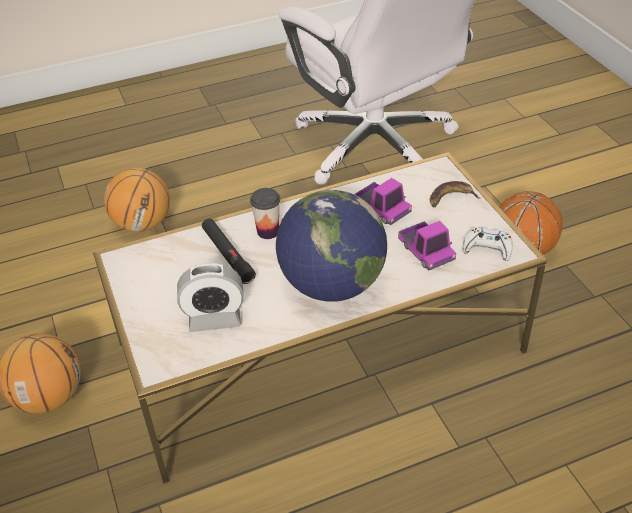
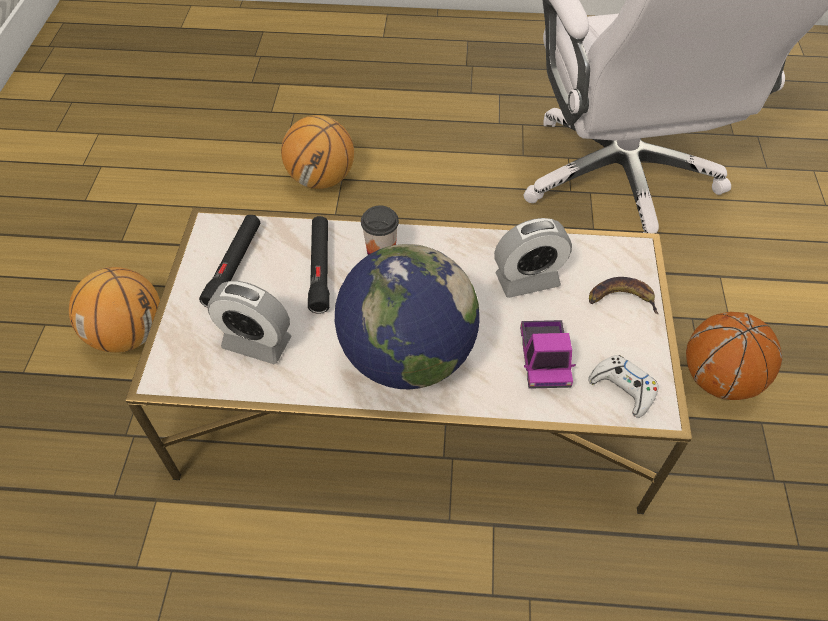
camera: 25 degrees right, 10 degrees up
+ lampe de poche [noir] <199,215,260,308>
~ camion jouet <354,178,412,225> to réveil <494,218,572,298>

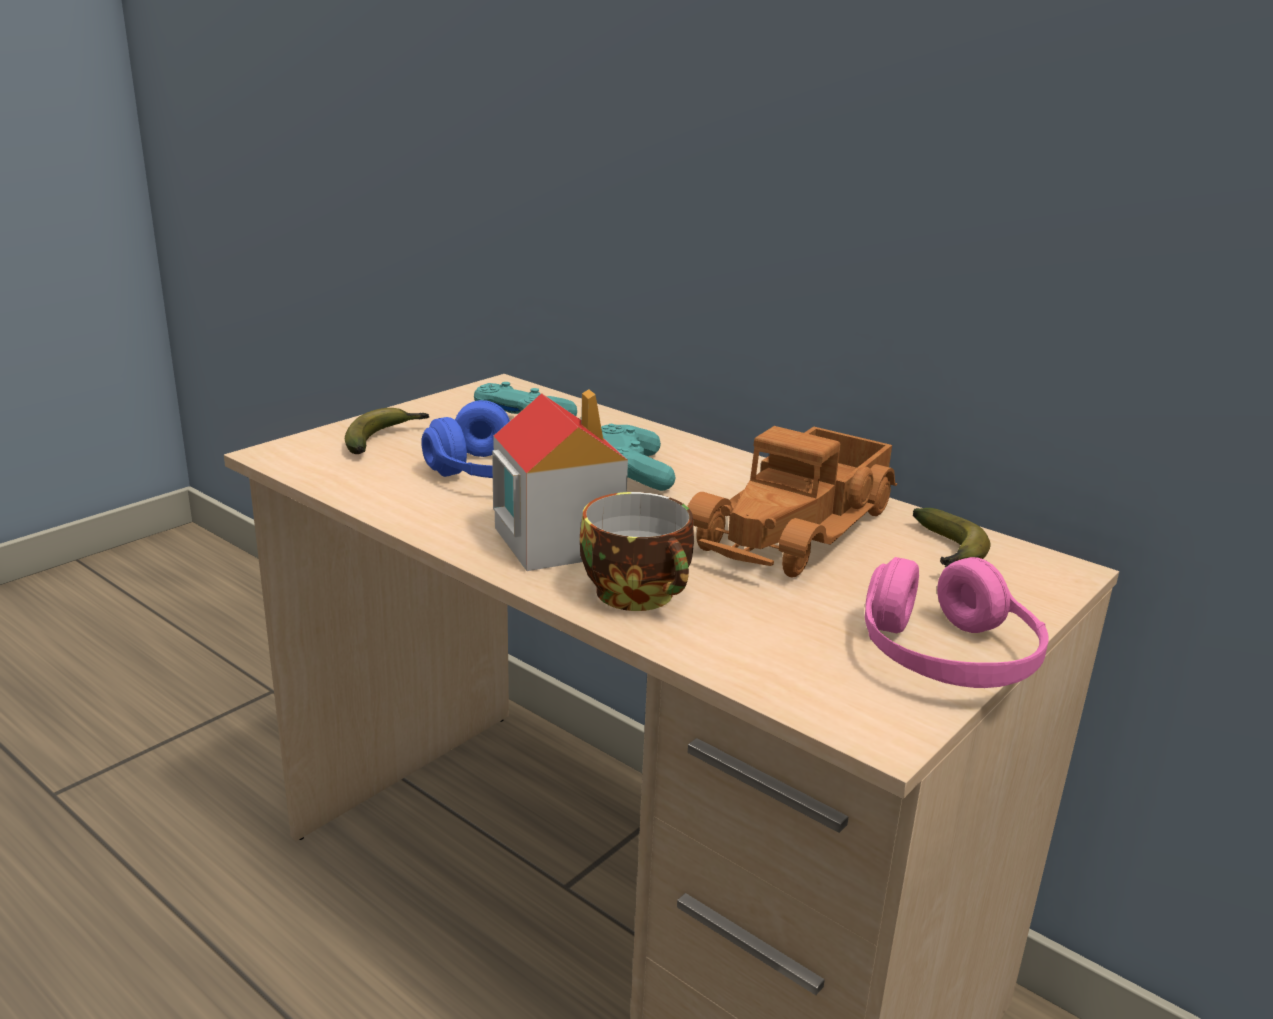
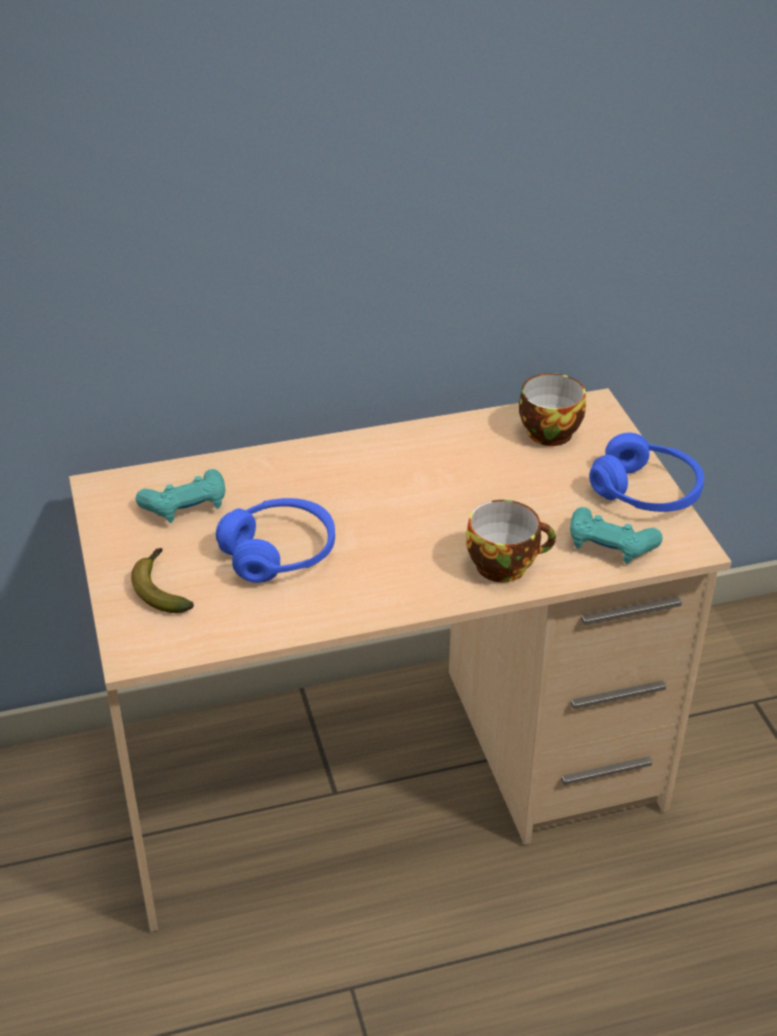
camera: 55 degrees left, 15 degrees up
~ banane <913,508,990,567> to tasse <519,373,586,446>
~ manette [turquoise] <601,424,675,491> to <570,507,663,564>
~ casque audio [rose] <865,557,1049,688> to casque audio [bleu] <589,433,704,512>
- maison miniature <492,389,628,571>
- camion jouet <687,426,897,577>

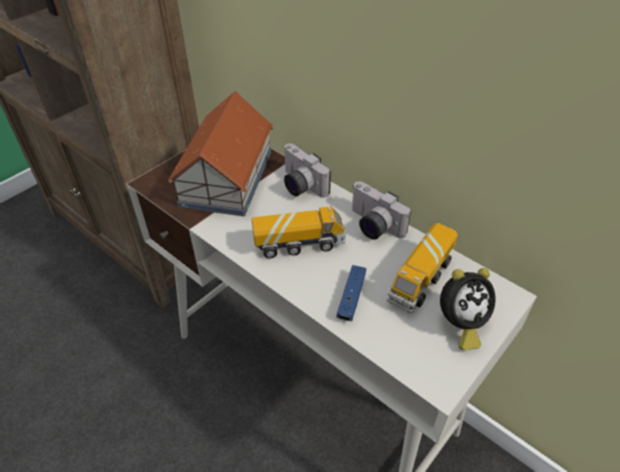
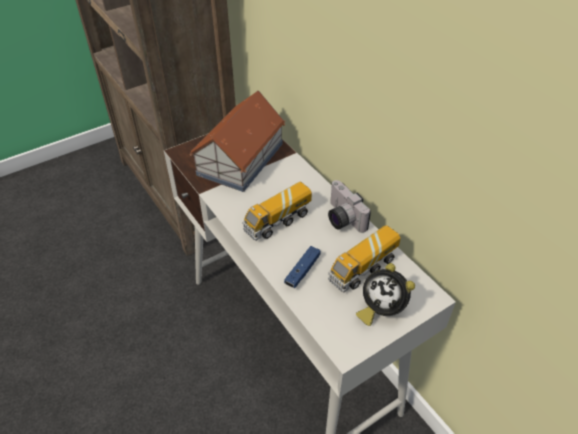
camera: 15 degrees right, 0 degrees up
~ camion jouet <252,206,346,259> = <243,182,312,241> 135 degrees clockwise
~ réveil <440,268,496,350> = <356,263,415,326> 45 degrees clockwise
- appareil photo <284,143,331,198>

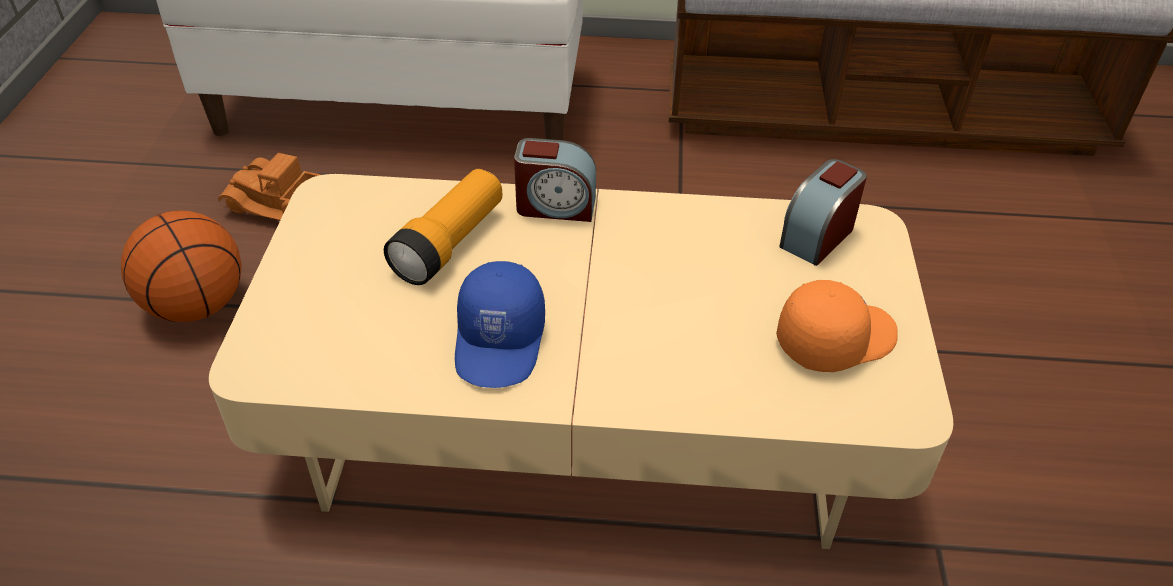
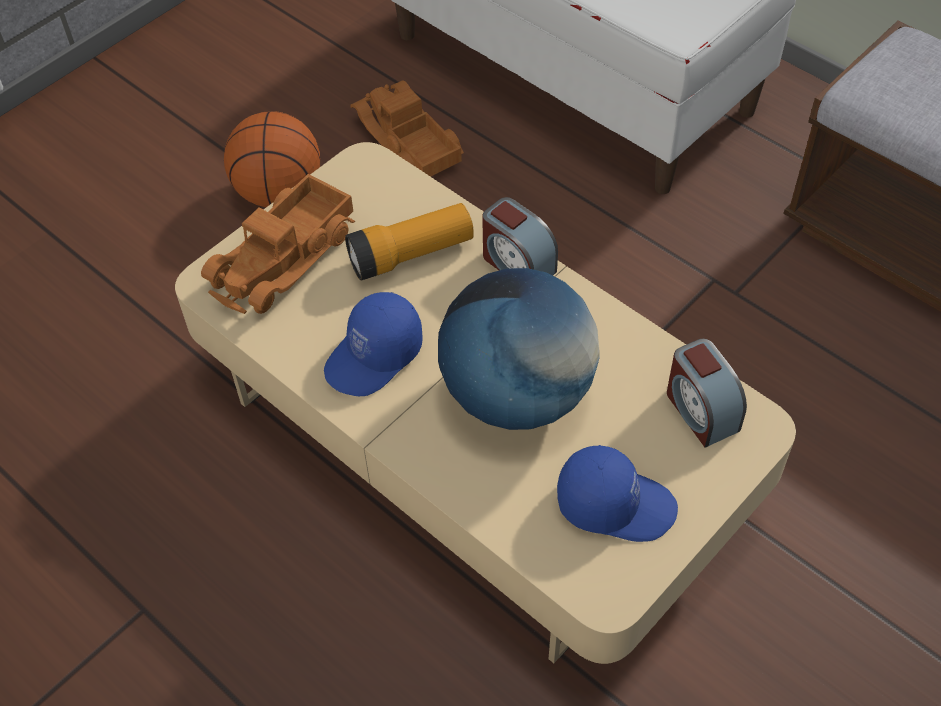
camera: 40 degrees right, 10 degrees up
+ camion jouet <201,174,355,314>
+ globe <438,268,600,430>
~ casquette [orange] <776,280,898,372> to casquette [bleu] <557,445,678,542>
~ réveil <779,159,867,266> = <667,339,747,448> 105 degrees counterclockwise

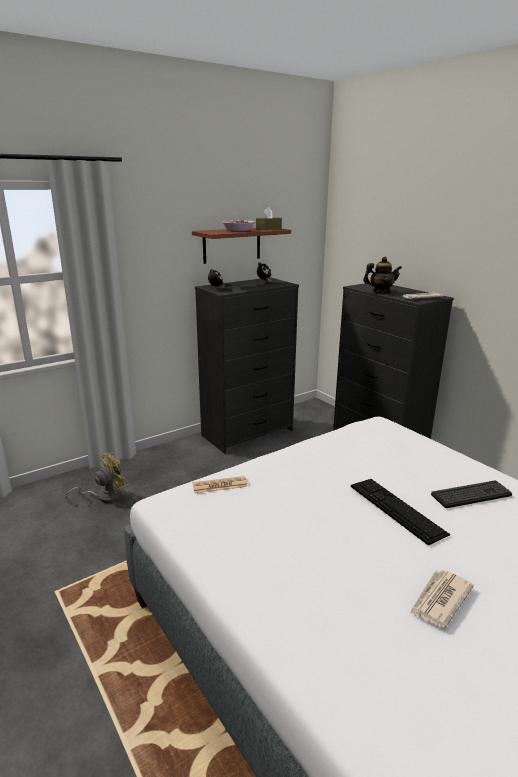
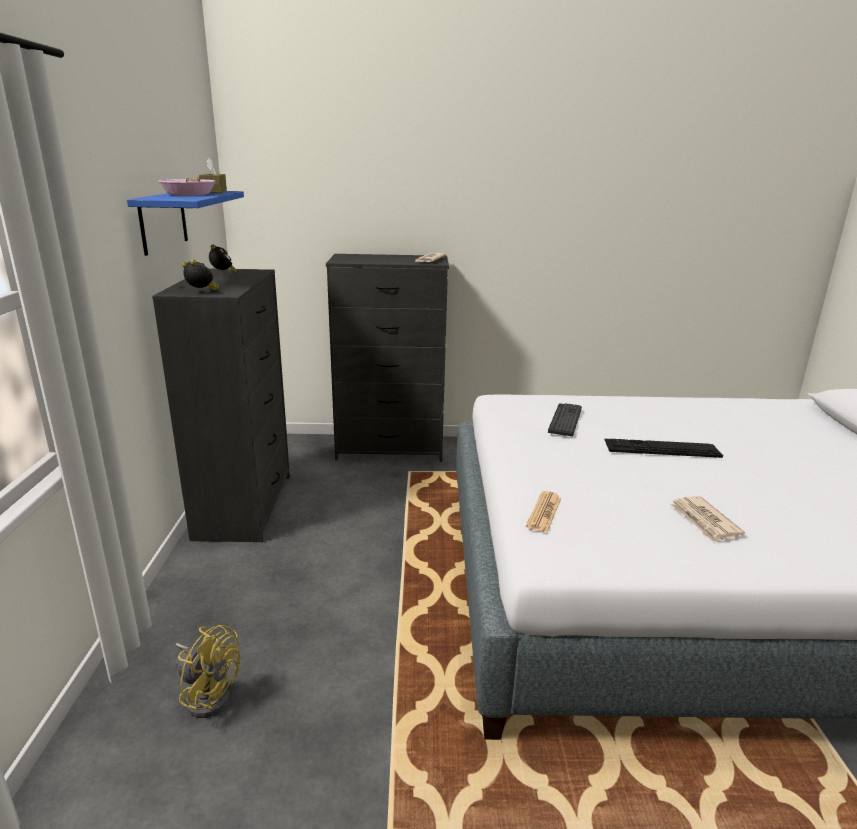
camera: 55 degrees left, 0 degrees up
~ étagère [marron] <192,228,291,264> to étagère [bleu] <127,191,244,256>
~ ventilateur [jaune] <66,452,129,503> = <176,625,240,718> 120 degrees clockwise
~ clavier <431,481,512,508> to <548,403,582,436>
~ journal <409,570,474,628> to <670,496,745,544>
- théière <363,257,402,293>

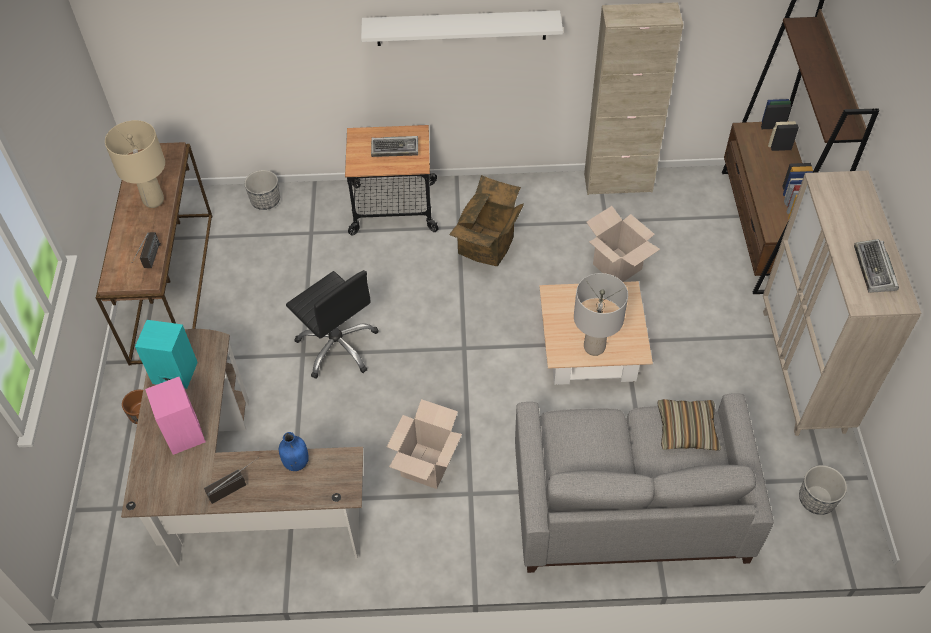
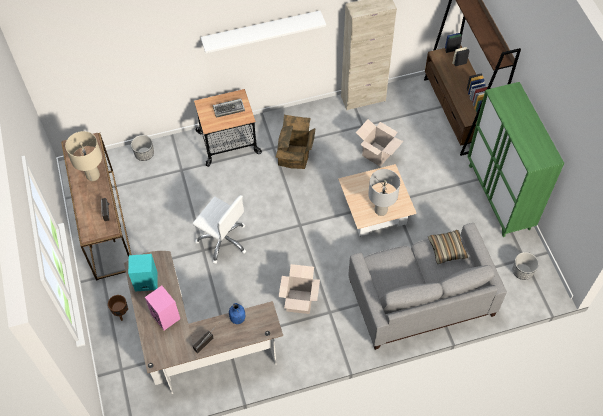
camera: 15 degrees left, 5 degrees up
~ chaise de bureau [noir] <286,270,379,379> to chaise de bureau [blanc] <192,195,246,264>
~ meuble de rangement [beige] <763,171,921,436> to meuble de rangement [vert] <468,82,564,237>
- clavier <854,239,899,293>

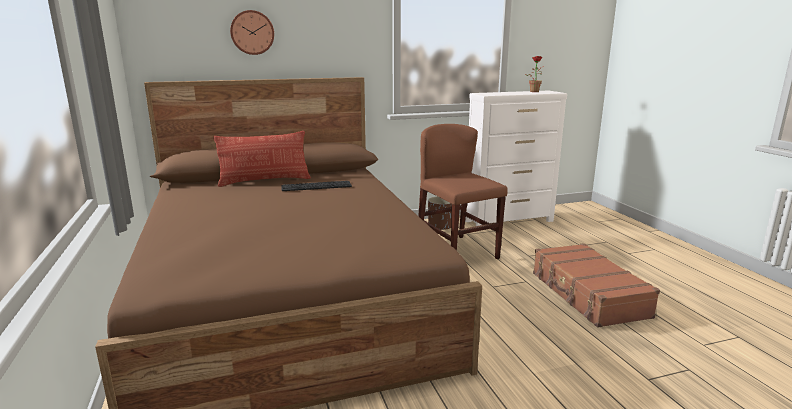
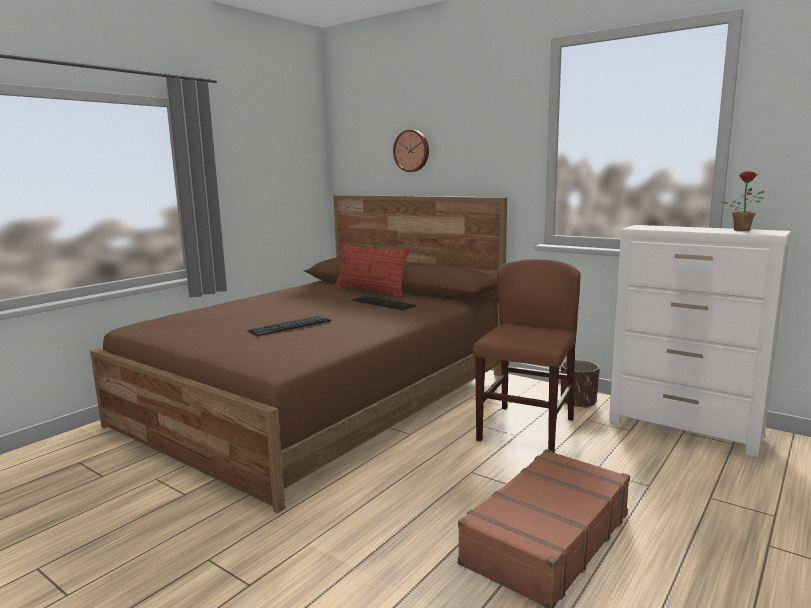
camera: 55 degrees right, 5 degrees down
+ clavier <248,316,331,336>

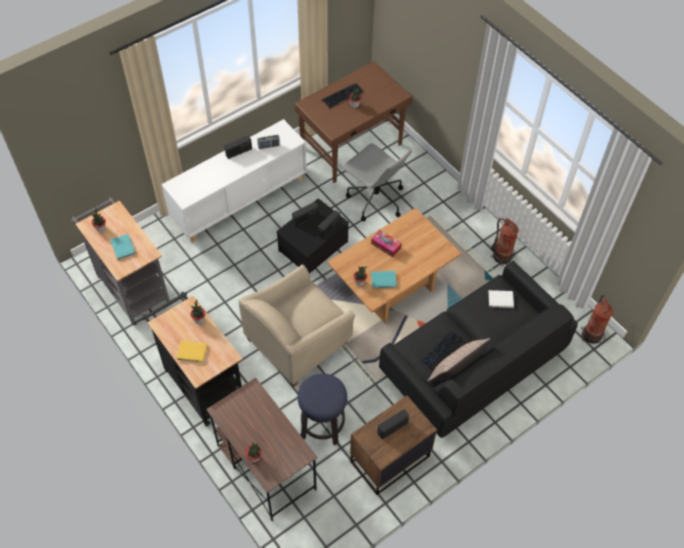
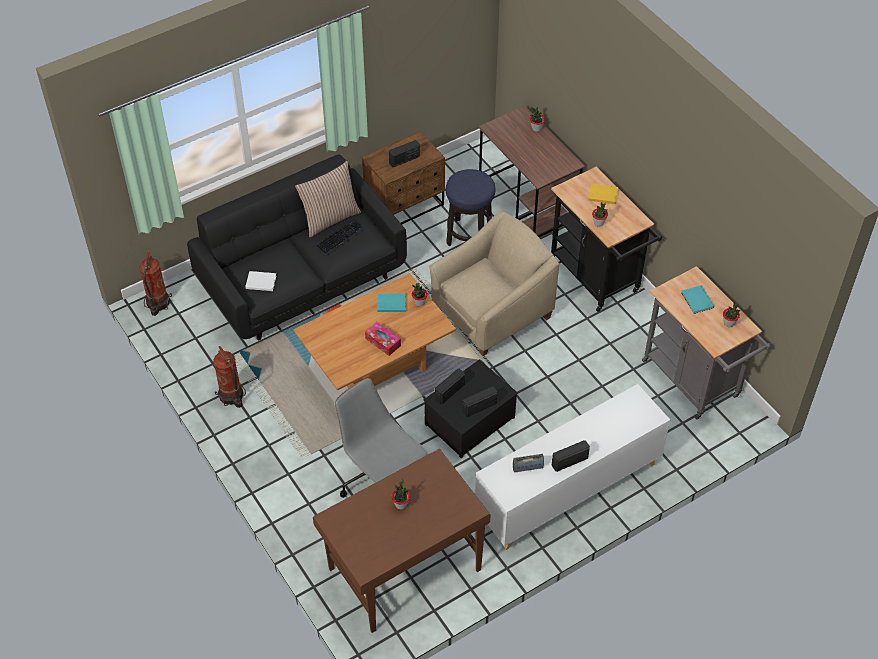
camera: 175 degrees left, 5 degrees down
- clavier <322,83,364,109>

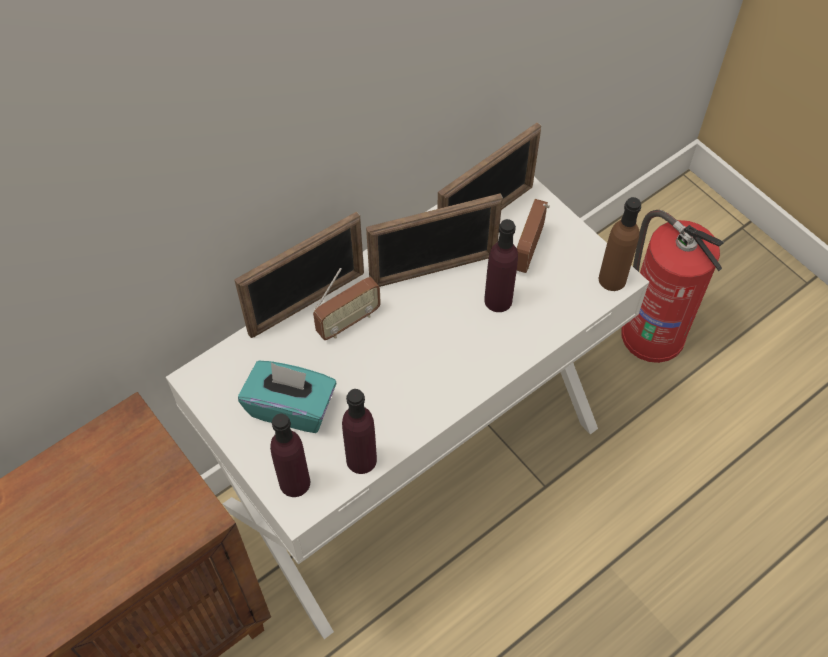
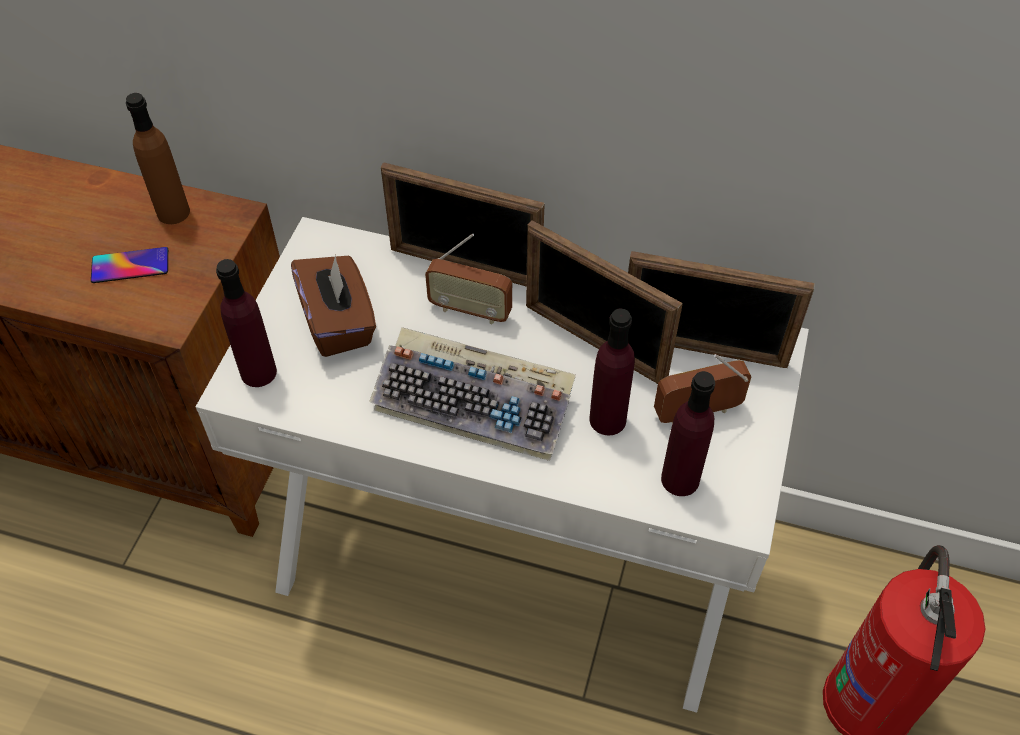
camera: 55 degrees right, 5 degrees down
+ téléphone <91,247,168,283>
~ bouteille [marron] <599,197,641,291> to <126,93,190,224>
~ boîte à mouchoirs [turquoise] <238,361,337,433> to boîte à mouchoirs [marron] <291,255,376,357>
+ clavier <369,327,576,461>
~ bouteille [violet] <342,389,377,474> to <661,371,715,496>

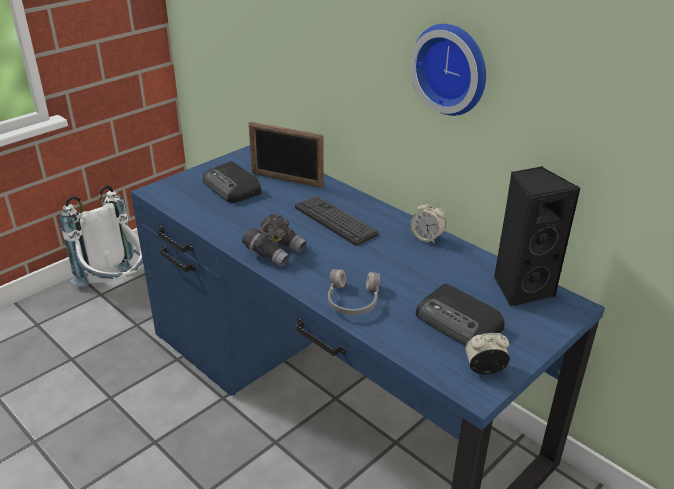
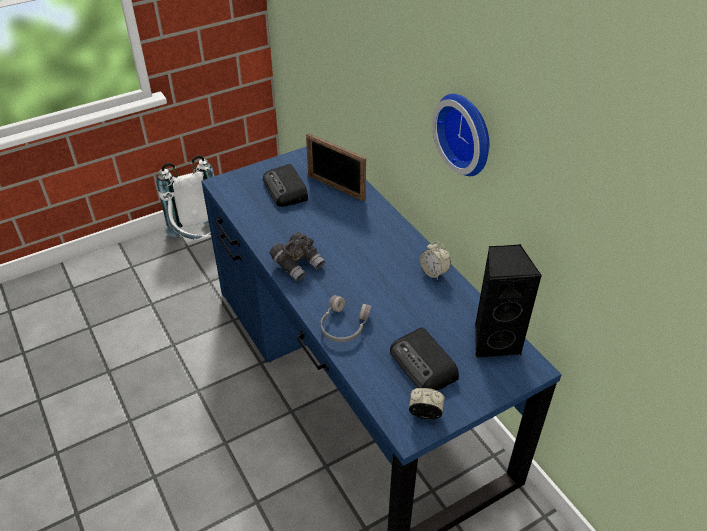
camera: 15 degrees right, 10 degrees up
- clavier <295,195,379,246>

